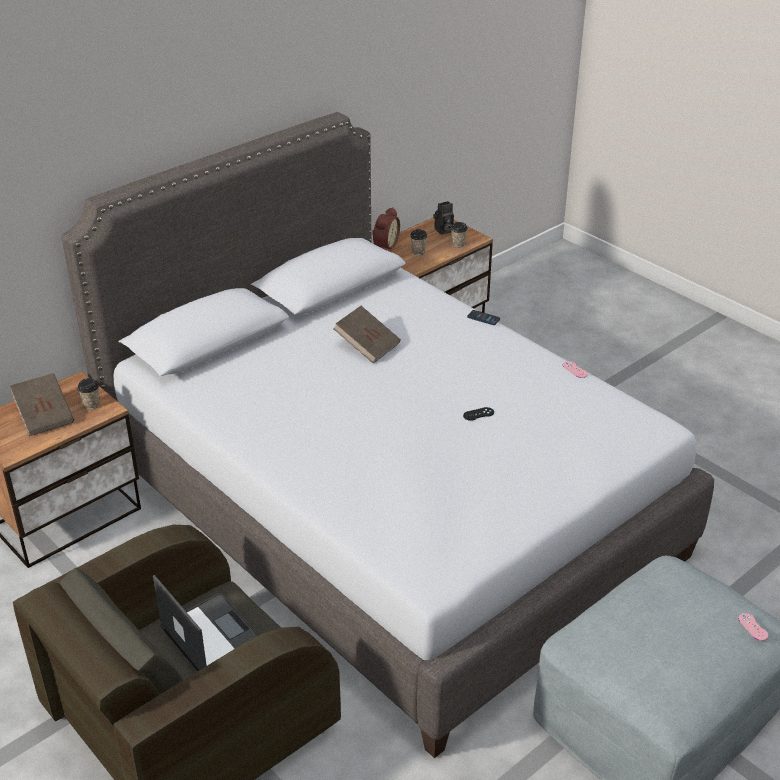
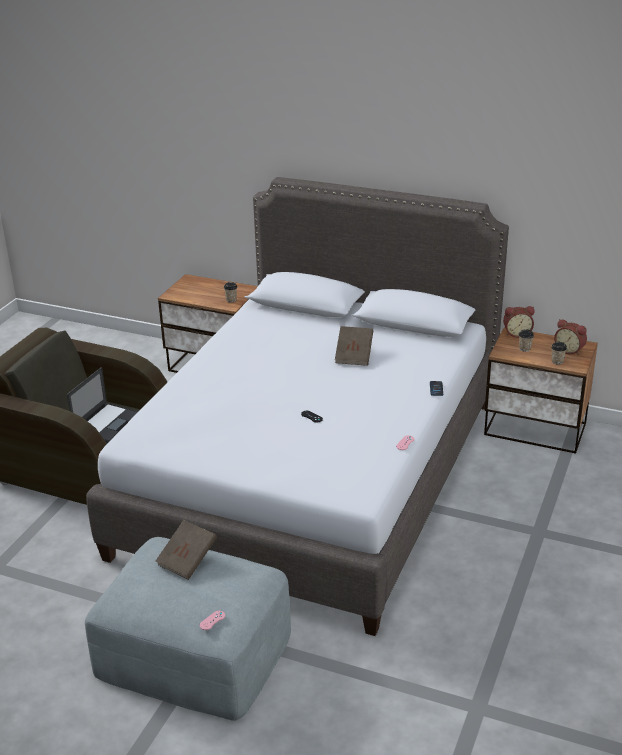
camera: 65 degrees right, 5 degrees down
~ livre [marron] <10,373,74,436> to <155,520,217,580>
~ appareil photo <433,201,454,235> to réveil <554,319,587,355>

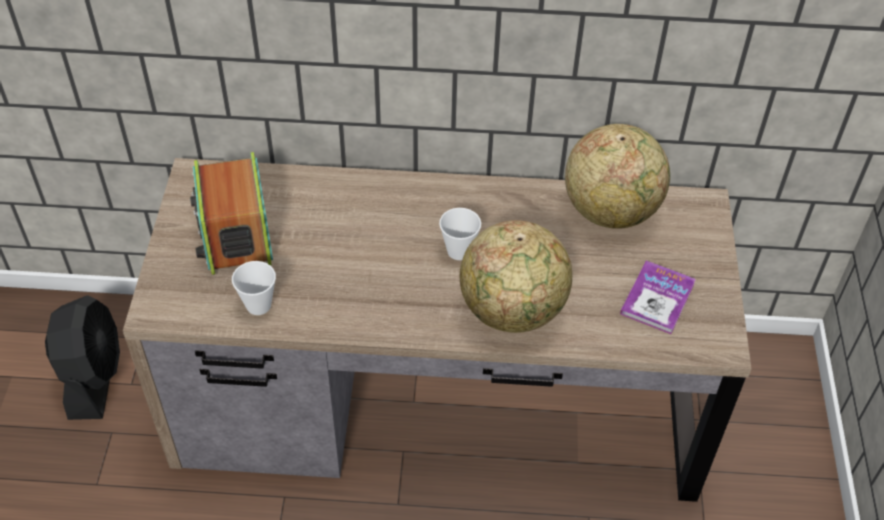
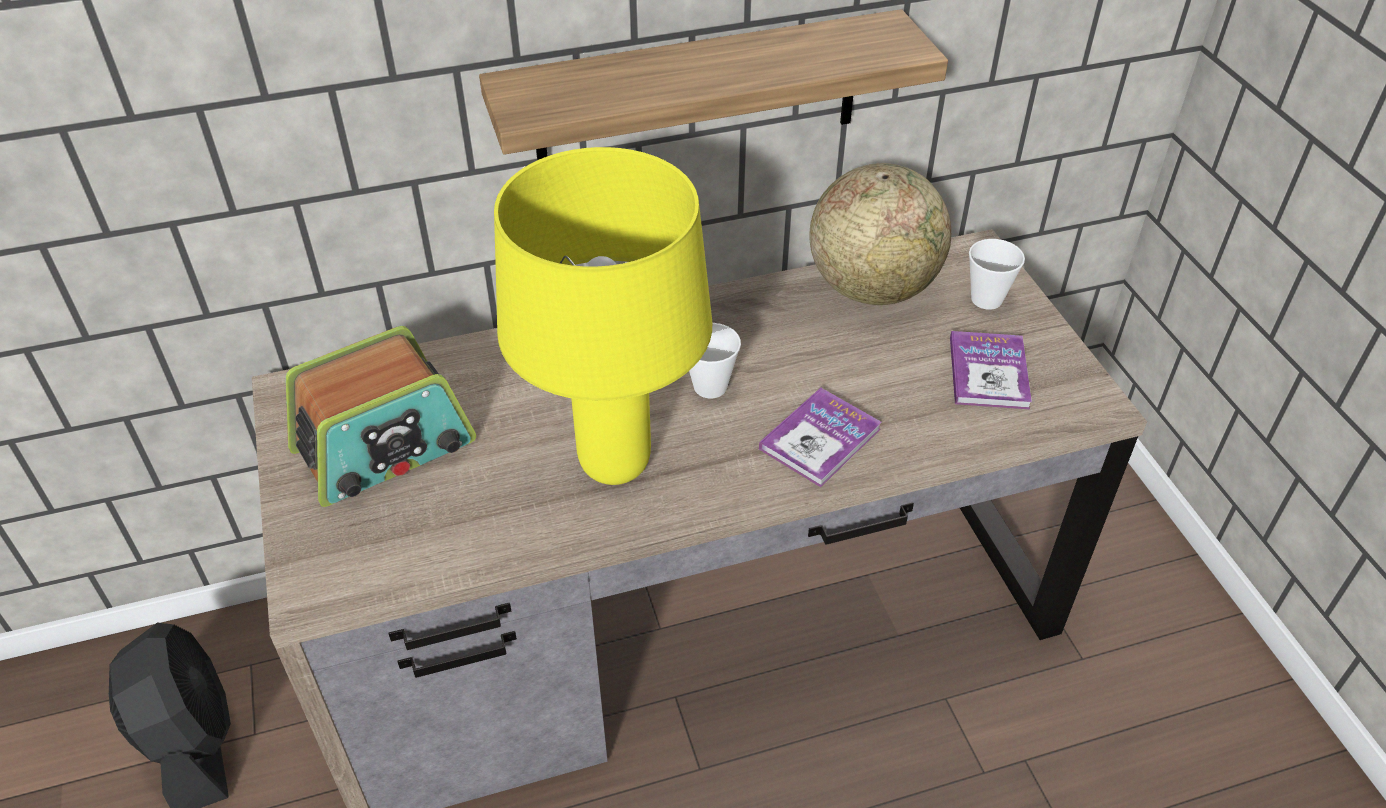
camera: 20 degrees left, 5 degrees down
~ radio <190,152,273,275> = <286,326,476,507> 90 degrees counterclockwise
+ étagère <479,9,948,160>
+ lampe de table [jaune] <494,147,712,485>
~ globe <460,220,572,333> to livre <759,388,881,487>
~ tasse <232,261,276,315> to <969,239,1025,310>

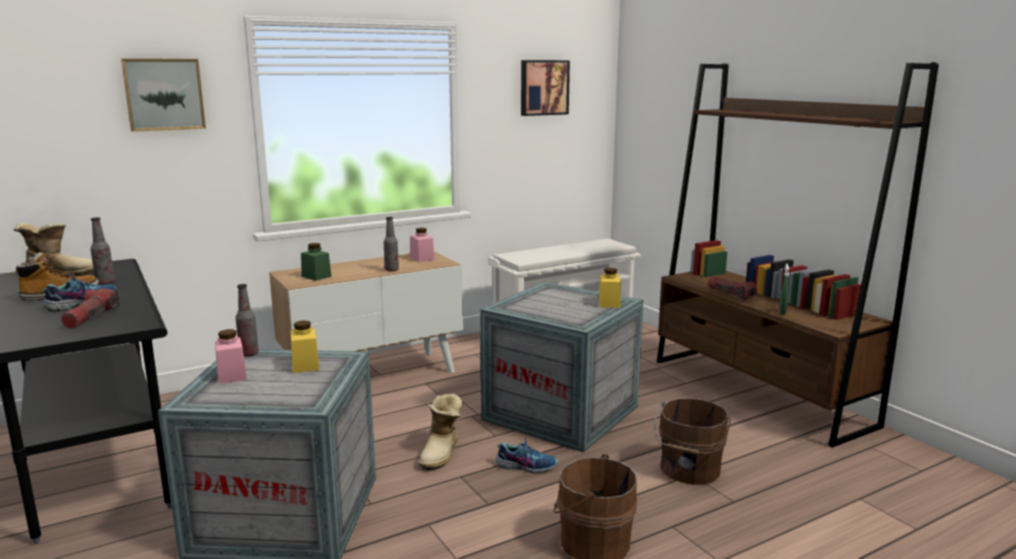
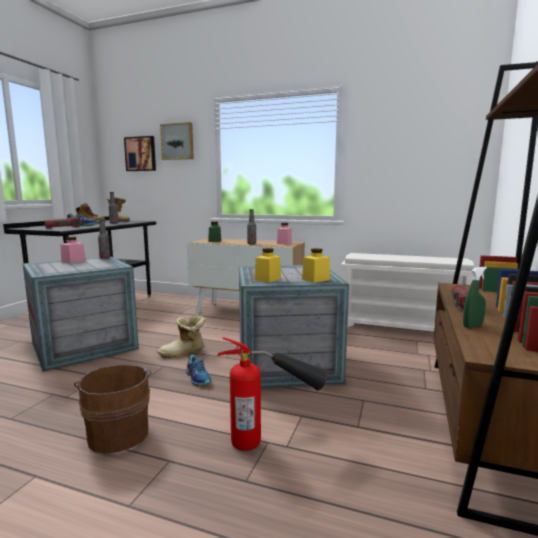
camera: 50 degrees right, 5 degrees down
~ tableau <521,60,570,116> to <124,136,156,171>
~ seau [marron] <654,398,730,485> to extincteur <217,337,328,451>
~ bocal [jaune] <290,321,320,373> to <255,248,281,282>

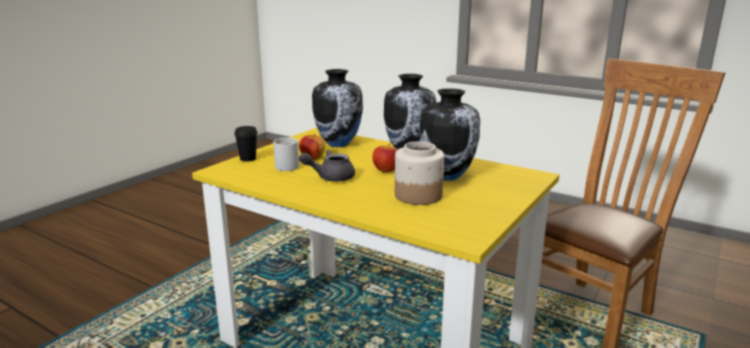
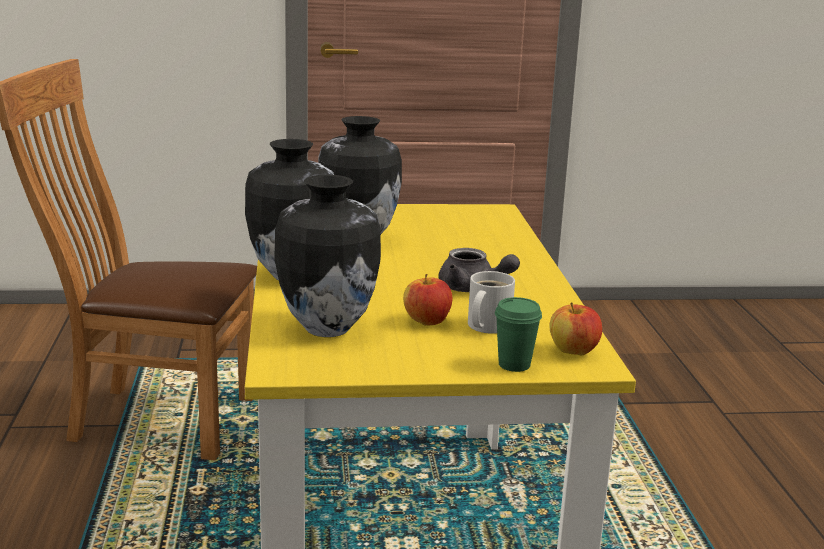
camera: 130 degrees left, 0 degrees up
~ tasse [noir] <234,126,258,162> to tasse [vert] <495,297,542,372>
~ pomme <372,143,398,173> to <550,302,602,355>
- bocal <395,141,444,205>

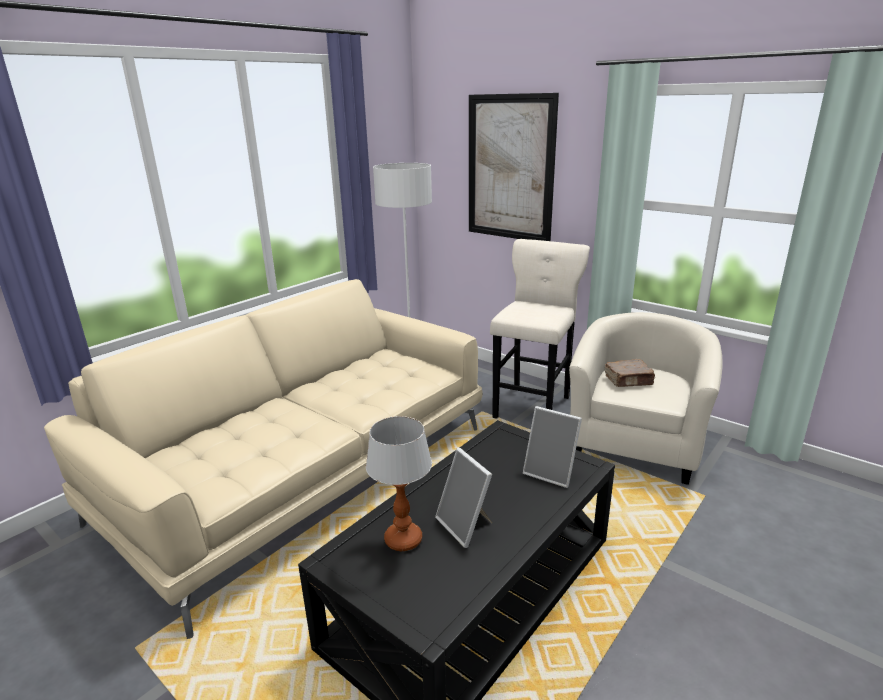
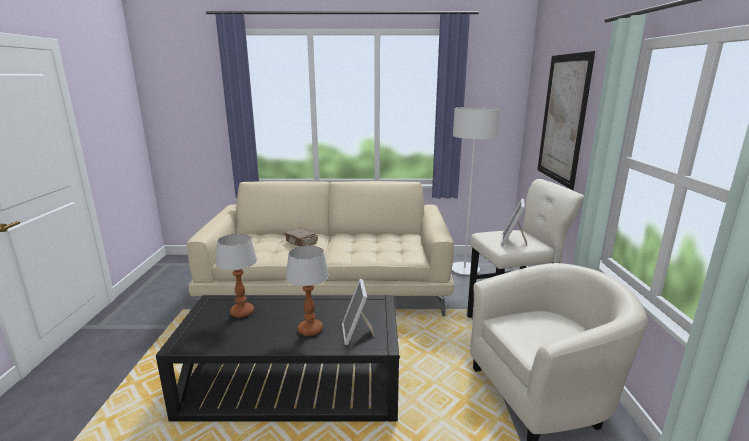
camera: 50 degrees right, 5 degrees down
~ livre [marron] <605,359,655,387> to <284,228,318,247>
+ lampe de table <286,246,329,336>
~ cadre photo <435,448,492,548> to <501,199,527,246>

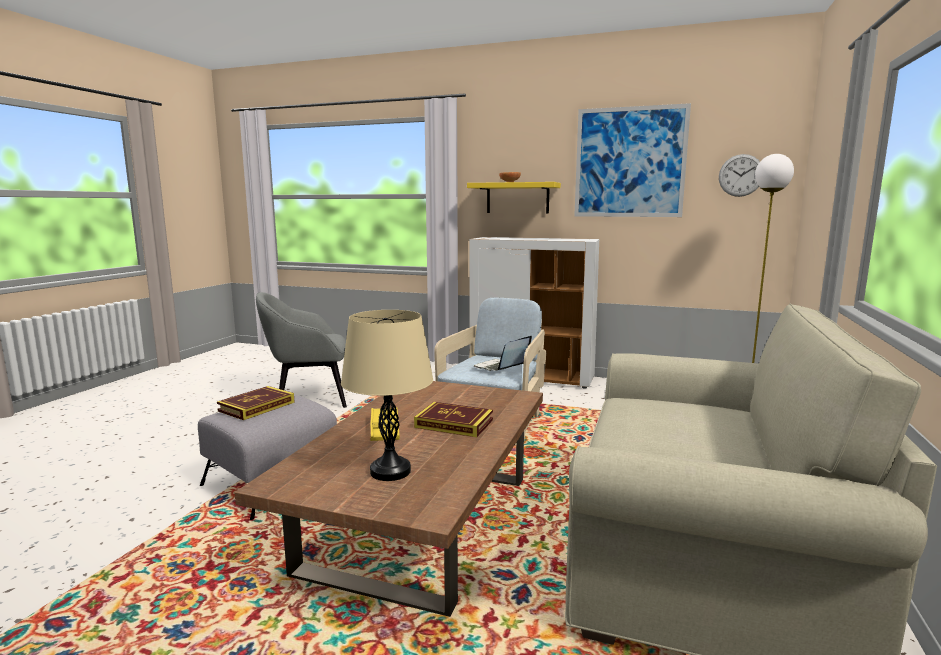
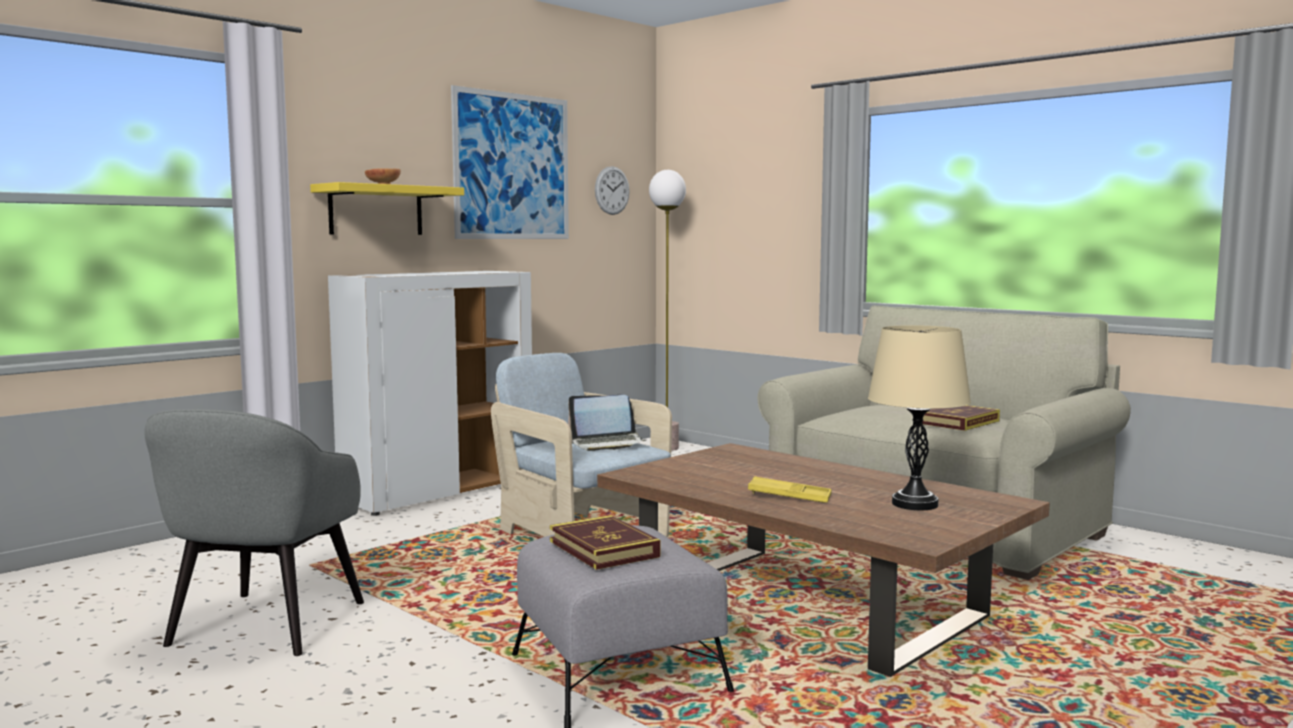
camera: 65 degrees left, 5 degrees down
~ ordinateur portable <474,336,532,371> = <568,395,646,451> 75 degrees counterclockwise
~ livre <414,402,493,437> to <923,405,1000,431>

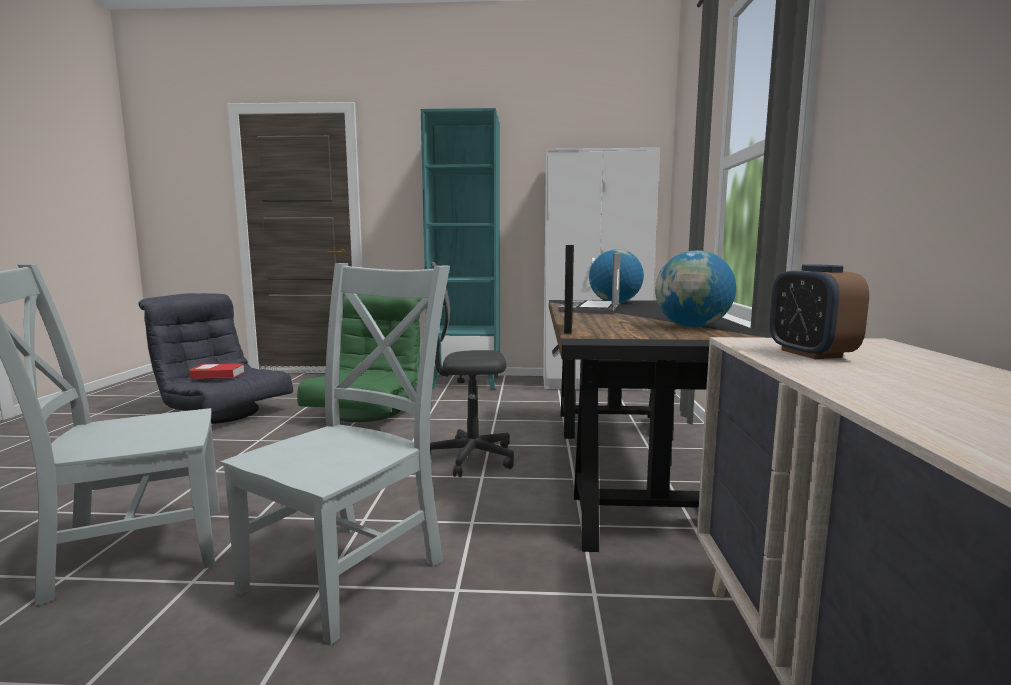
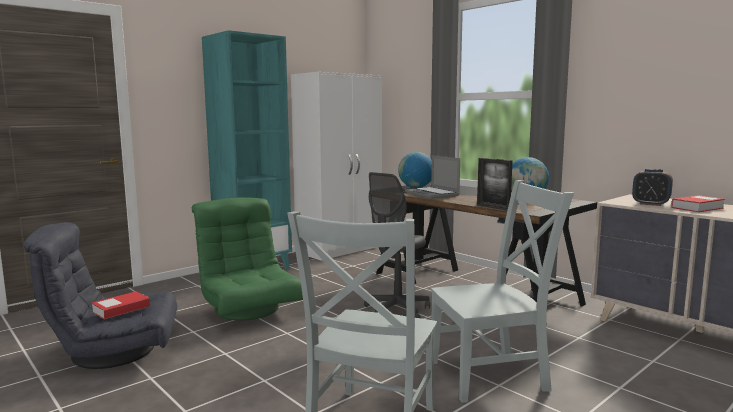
camera: 45 degrees left, 0 degrees up
~ chaise [gris] <220,263,450,645> = <431,180,574,403> 90 degrees clockwise
+ livre <671,195,725,212>

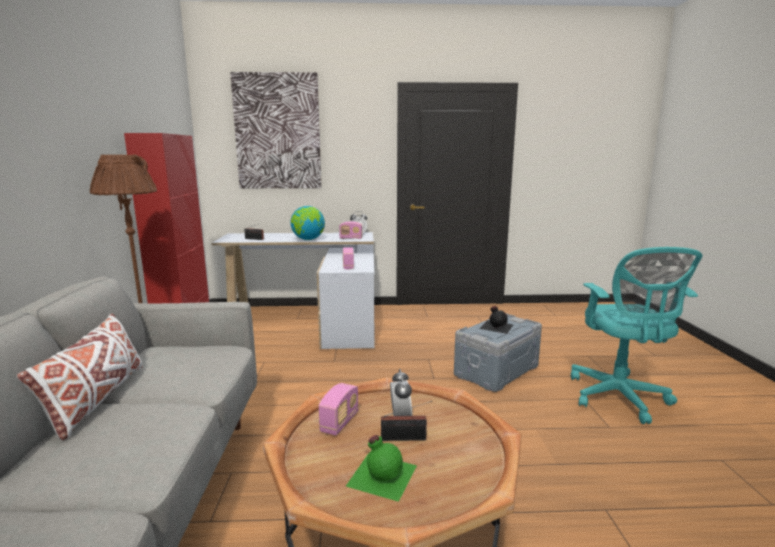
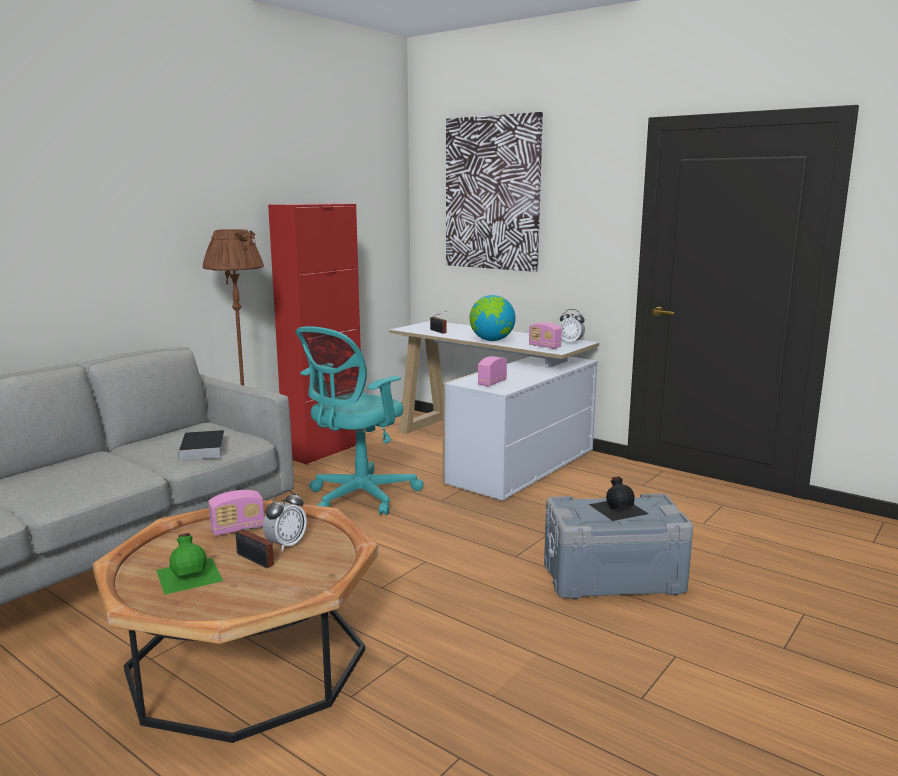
camera: 40 degrees right, 0 degrees up
+ livre <178,430,225,464>
~ chaise de bureau [turquoise] <571,247,702,424> to <296,326,424,515>
- coussin [blanc] <17,313,143,440>

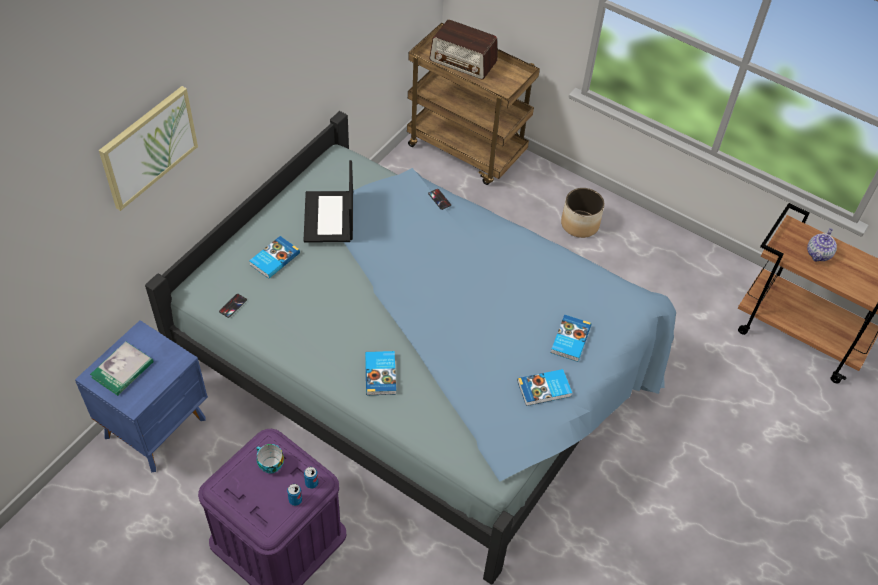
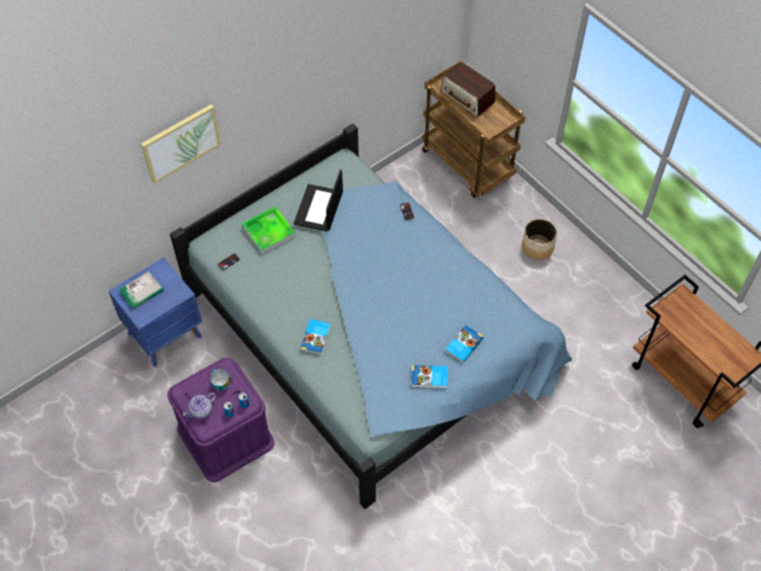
camera: 20 degrees right, 5 degrees up
~ théière <807,228,837,261> to <183,392,216,419>
~ livre <249,236,300,279> to plateau <242,206,296,255>

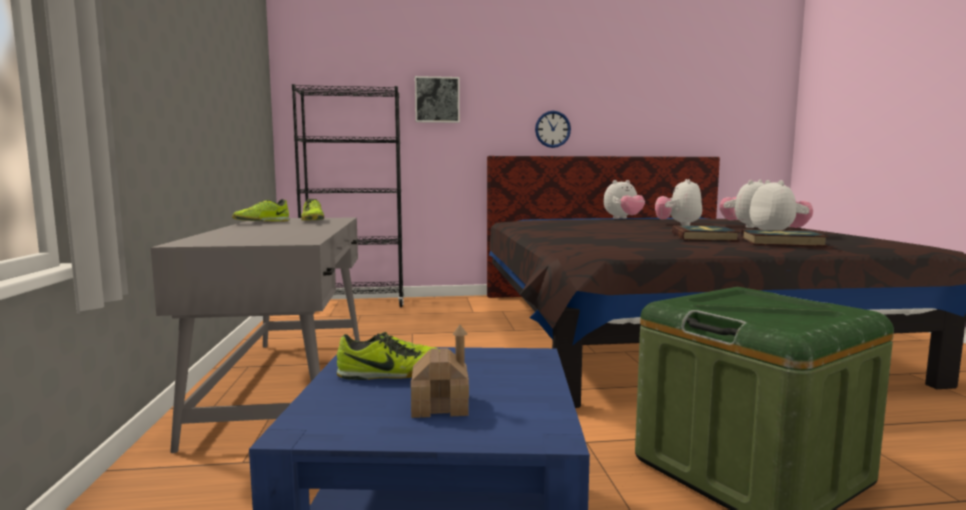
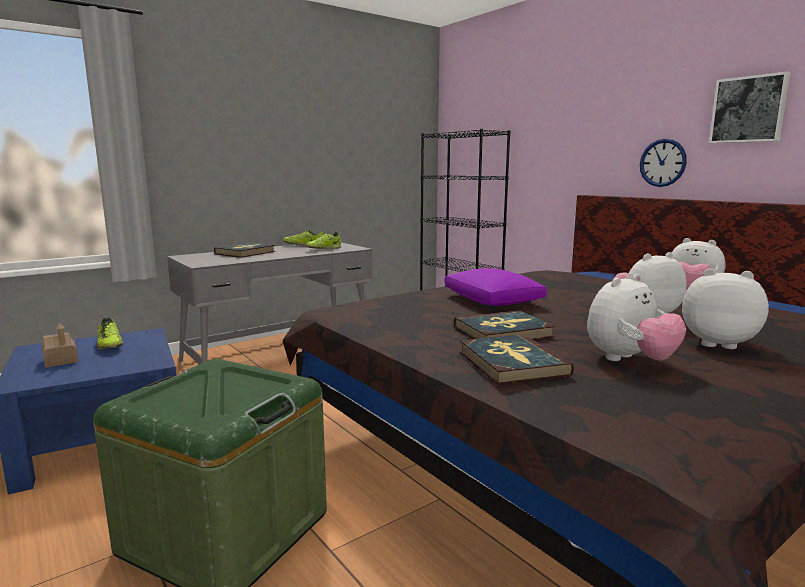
camera: 60 degrees right, 5 degrees up
+ livre <214,242,276,258>
+ coussin [violet] <445,268,547,306>
~ tableau <415,76,460,123> to <709,72,790,143>

